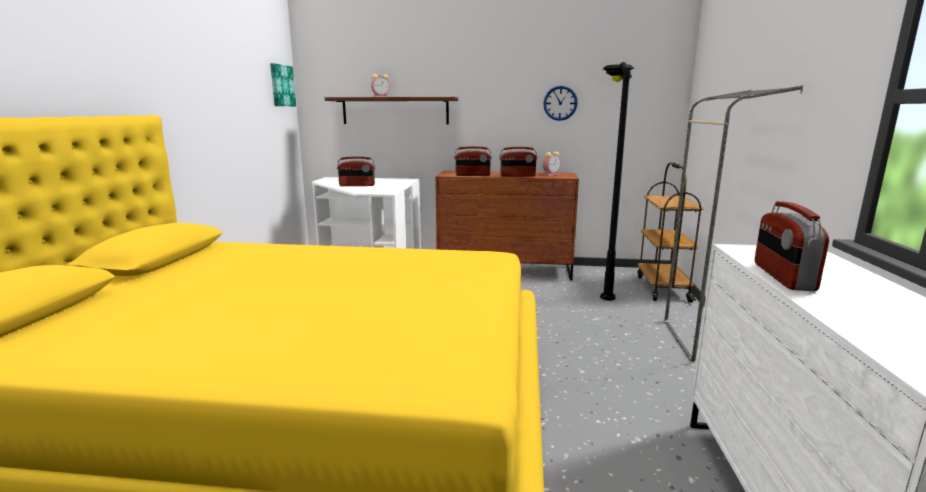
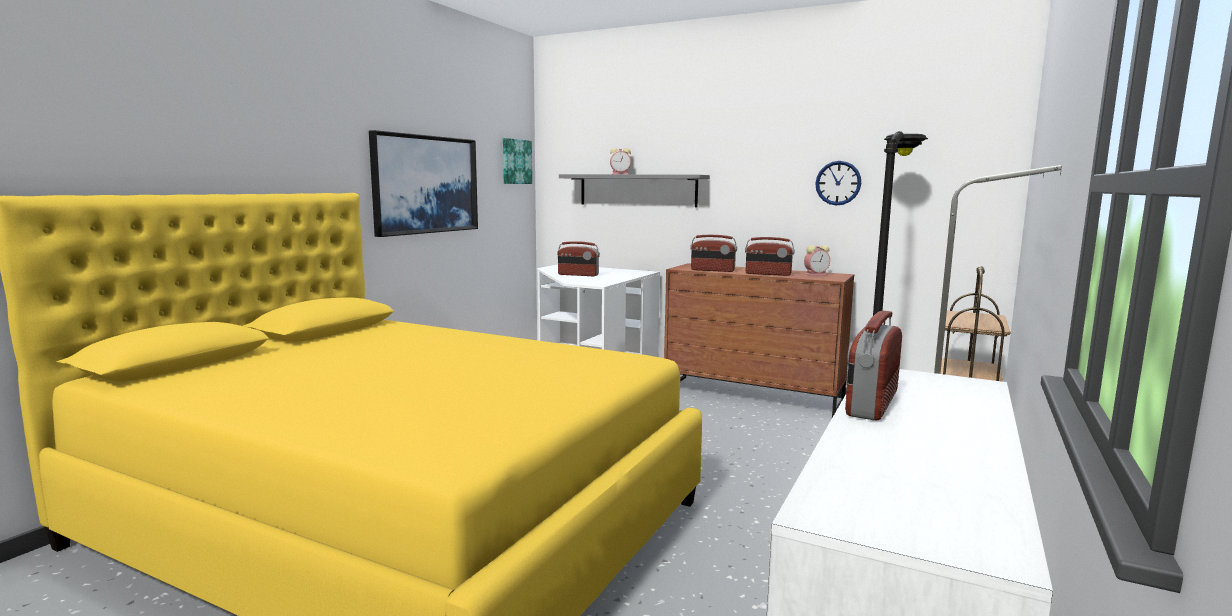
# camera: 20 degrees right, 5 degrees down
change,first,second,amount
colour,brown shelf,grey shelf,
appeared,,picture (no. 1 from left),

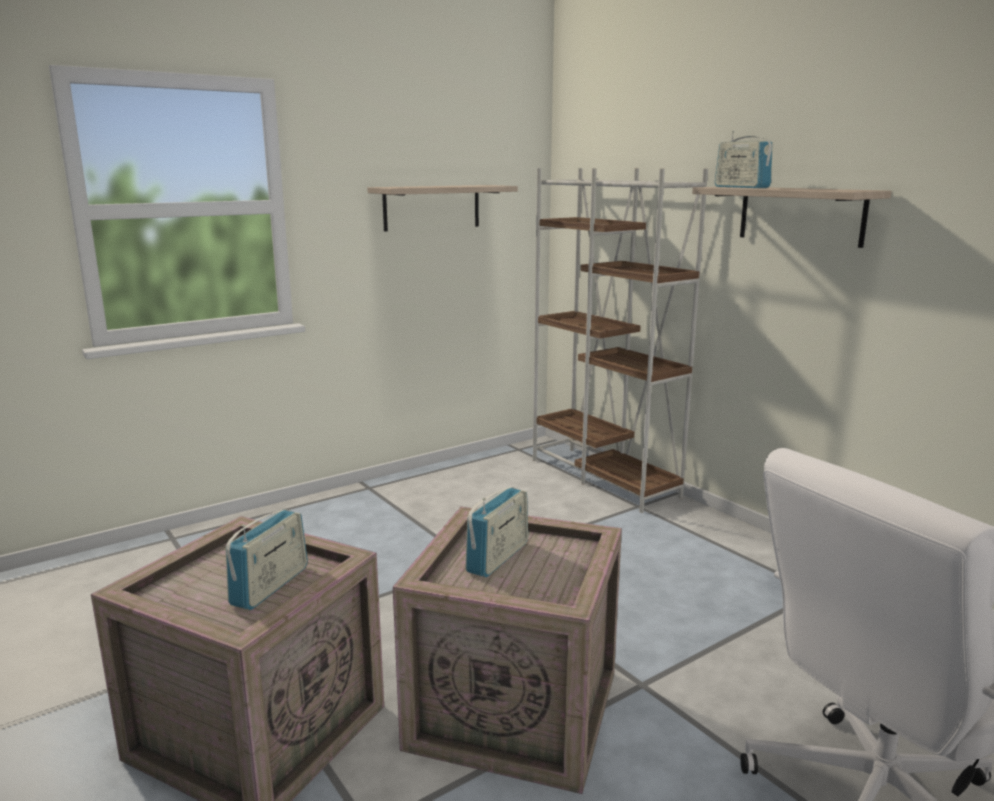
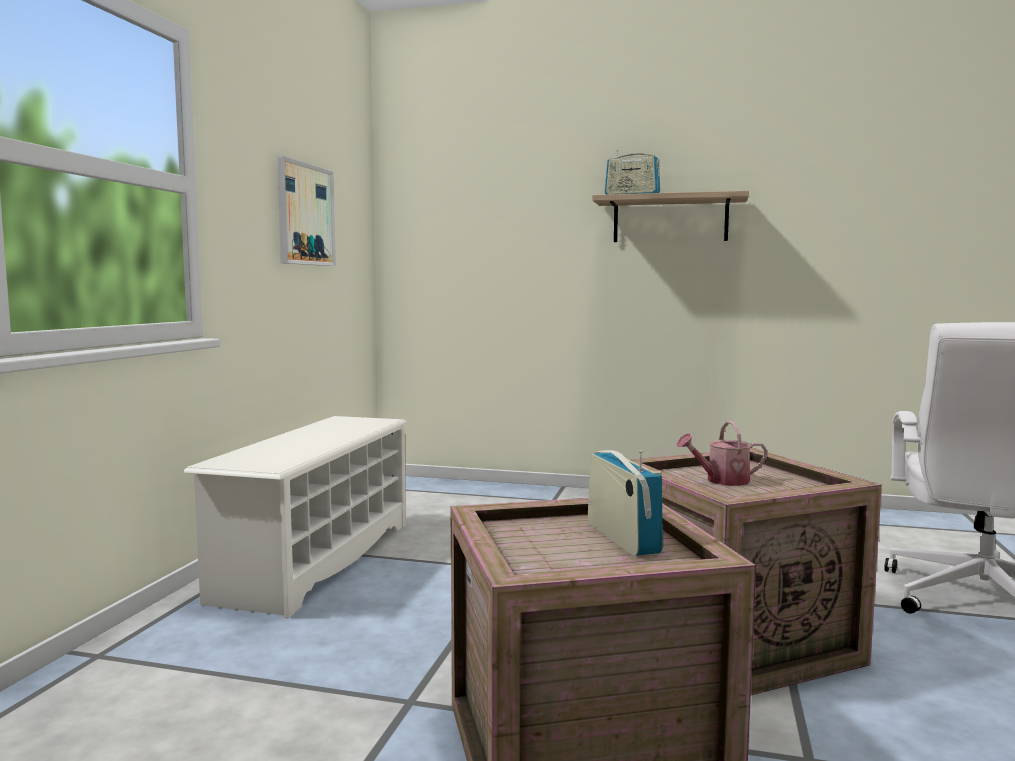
# camera: 40 degrees left, 10 degrees down
change,first,second,amount
exchanged,shelf (no. 1 from left),picture,
exchanged,radio (no. 2 from left),watering can,
missing,brown bookcase,,
appeared,,white shoe rack,

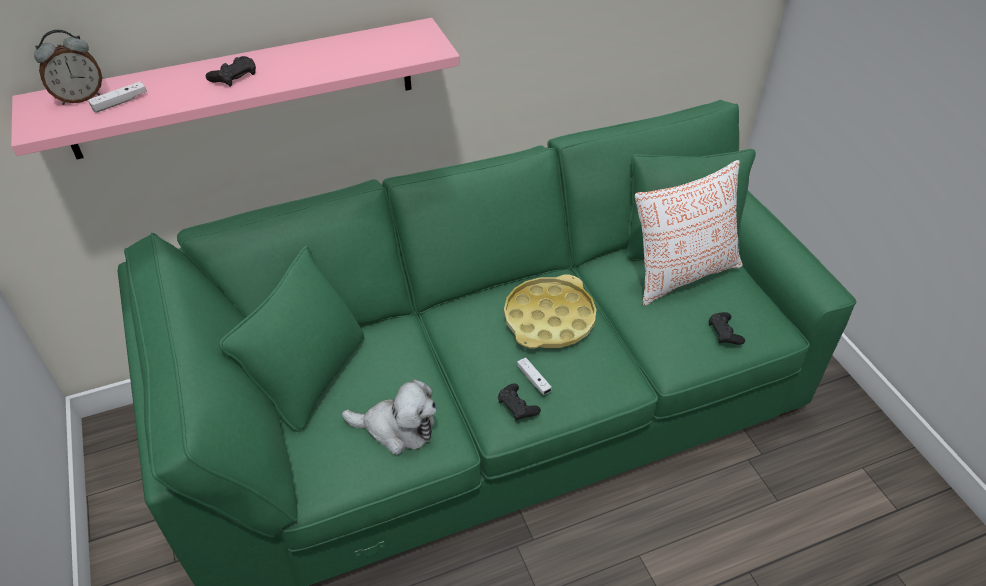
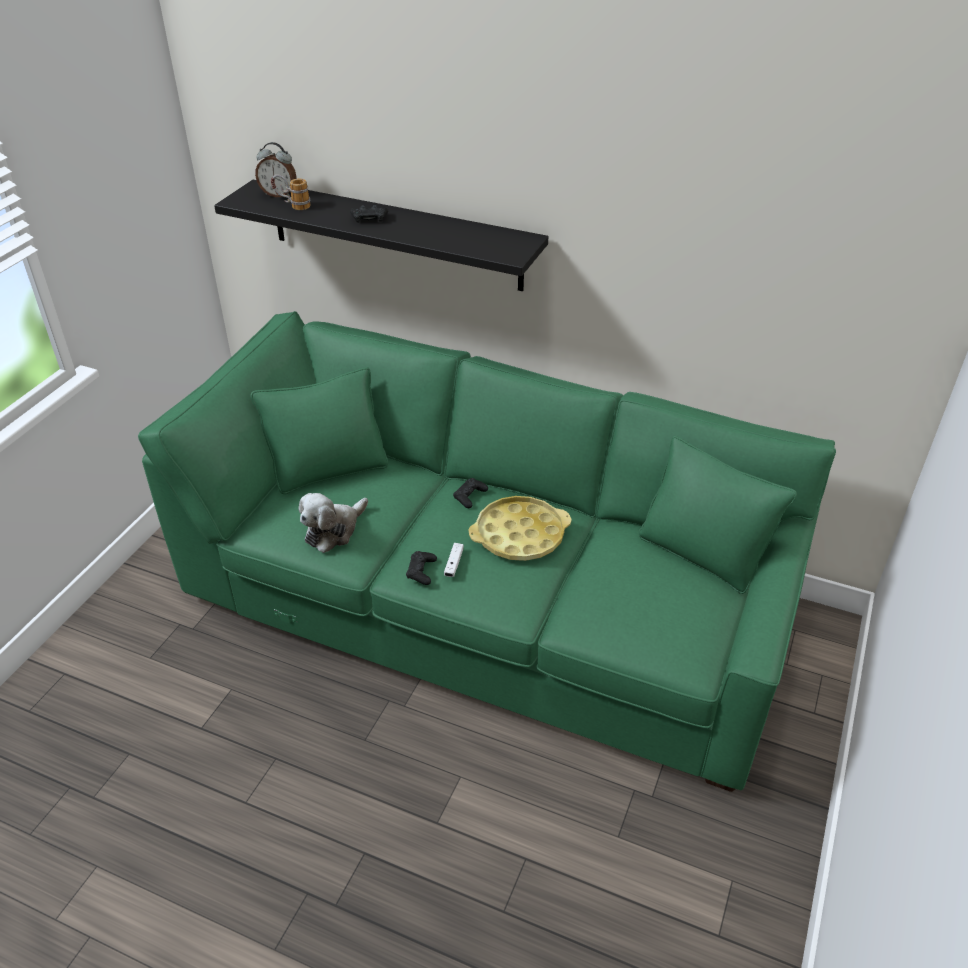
# camera: 45 degrees right, 5 degrees down
change,first,second,amount
colour,pink shelf,black shelf,
exchanged,white game controller (no. 1 from left),mug,
spun,plush toy,,75 degrees clockwise
missing,white pillow,,
relocated,black game controller (no. 3 from left),,

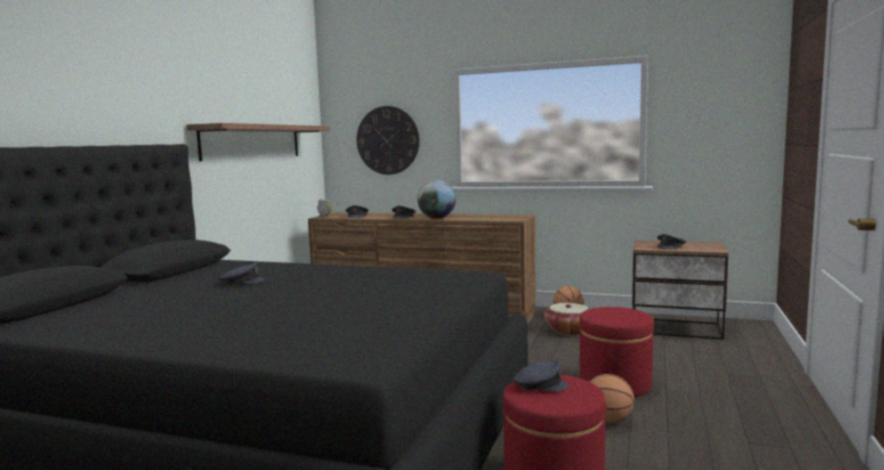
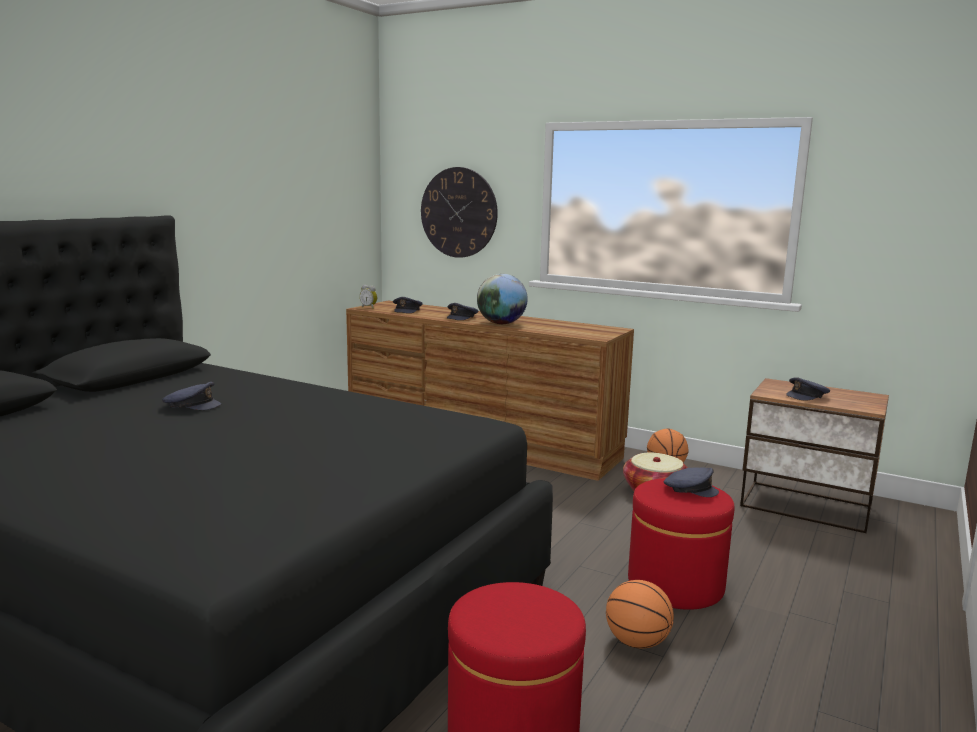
# camera: 10 degrees right, 5 degrees up
change,first,second,amount
missing,shelf,,
relocated,grey cap (no. 4 from left),,

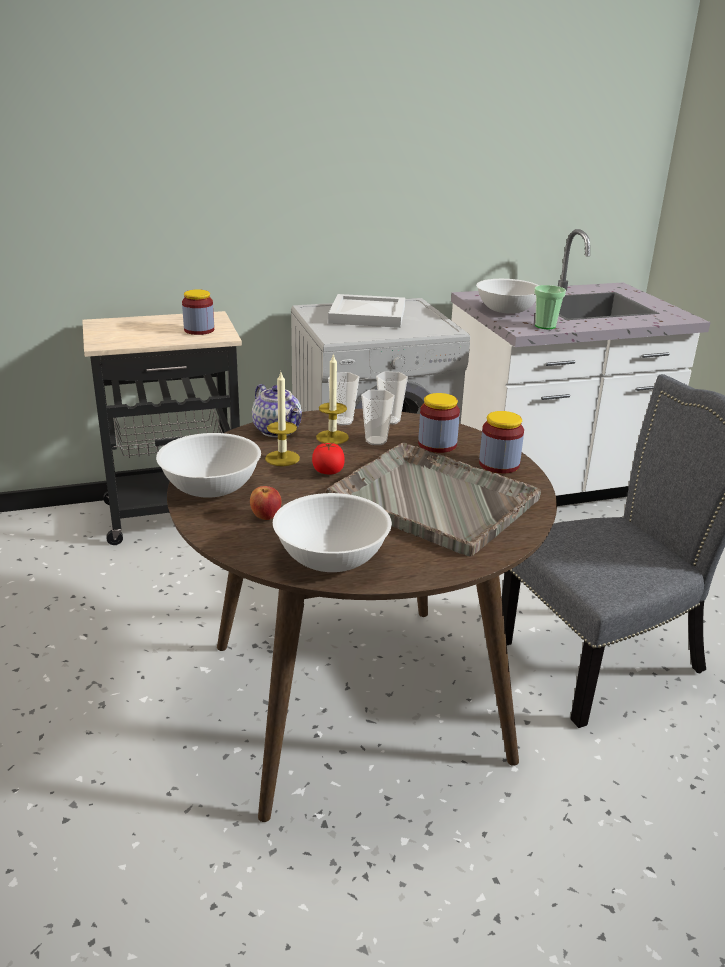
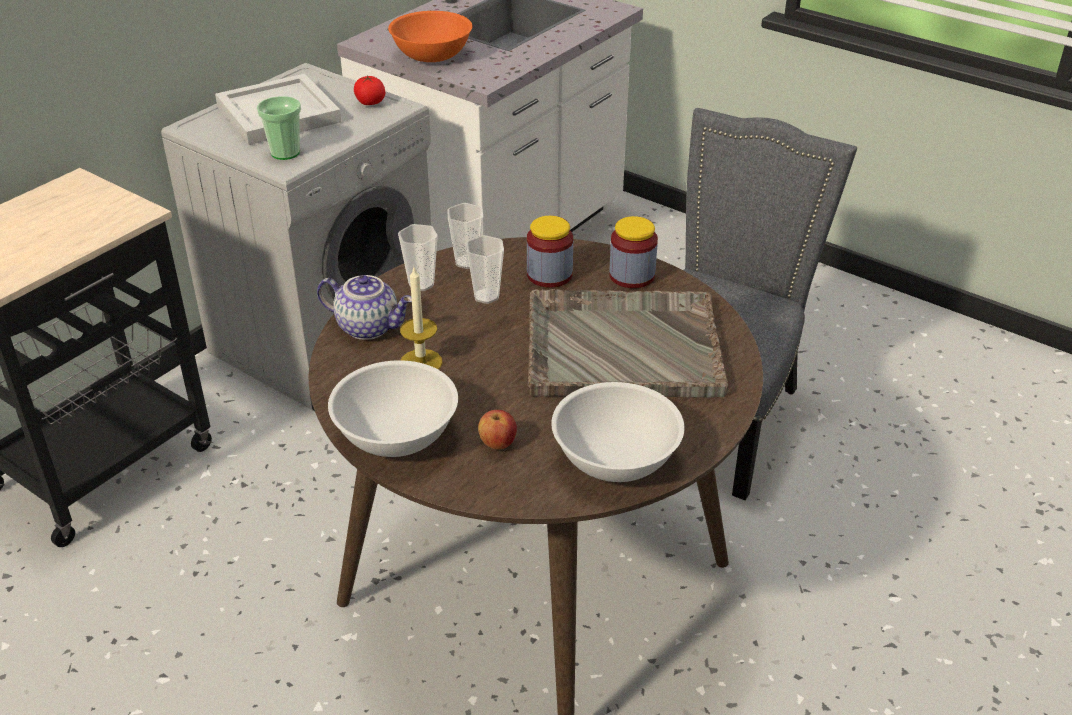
# camera: 35 degrees left, 10 degrees up
change,first,second,amount
missing,jar (no. 1 from left),,
relocated,tomato,,
missing,candle (no. 2 from left),,
colour,white bowl (no. 3 from left),orange bowl,
relocated,cup (no. 4 from left in the first image),cup (no. 1 from left),

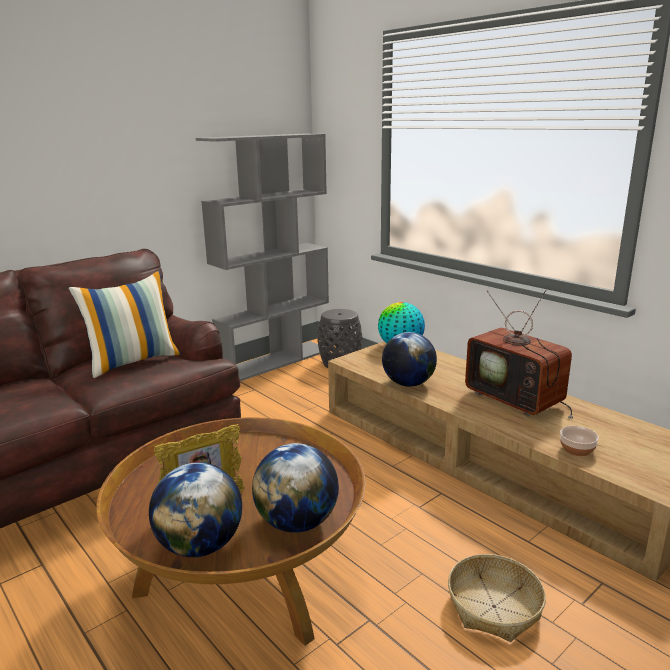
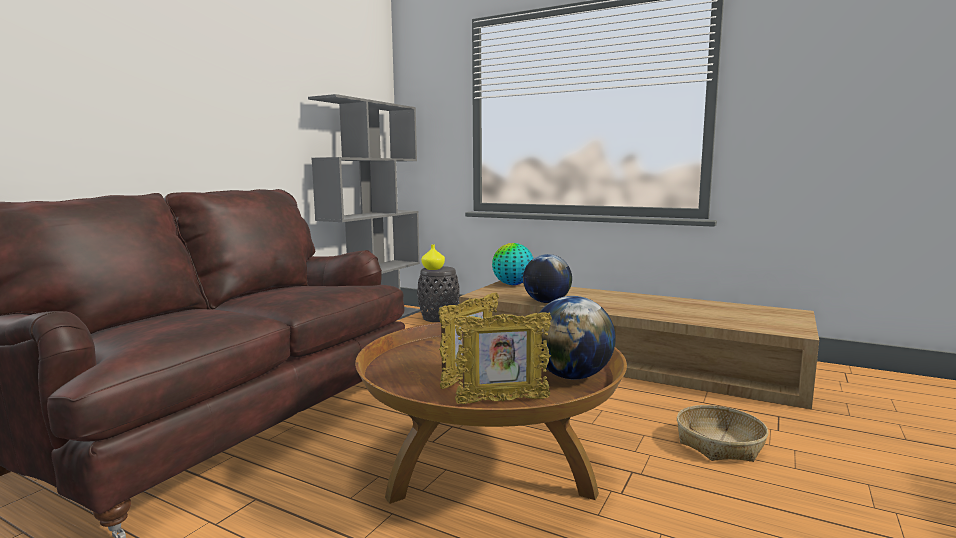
# camera: 20 degrees left, 10 degrees down
change,first,second,amount
missing,pillow,,
exchanged,globe (no. 1 from left),picture frame (no. 2 from left),
missing,television,,
missing,bowl,,
appeared,,yellow vase,

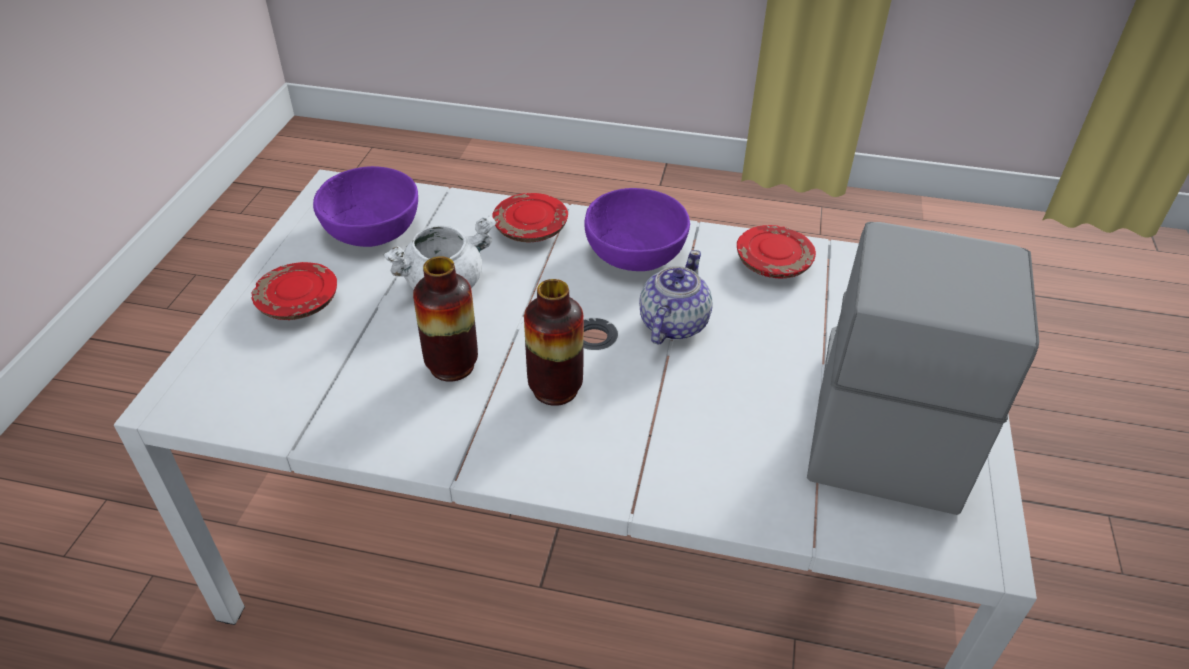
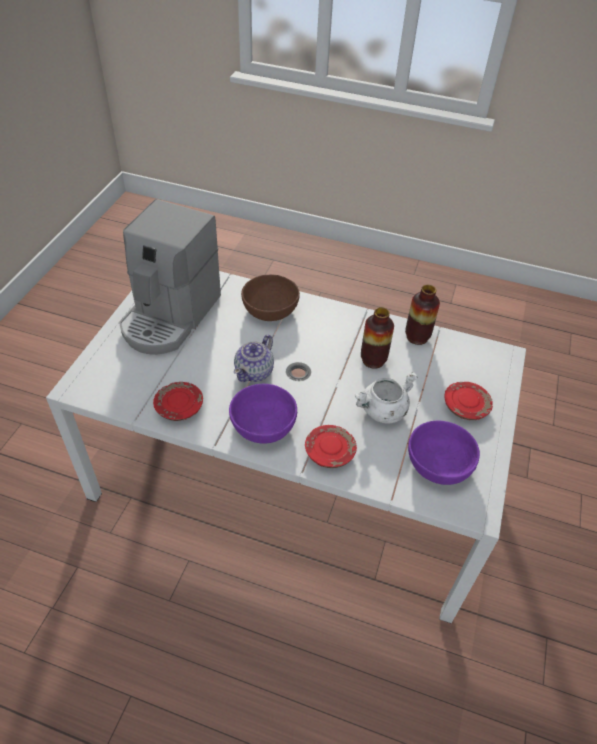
# camera: 175 degrees left, 5 degrees up
change,first,second,amount
relocated,vase (no. 2 from left),,
appeared,,brown bowl,

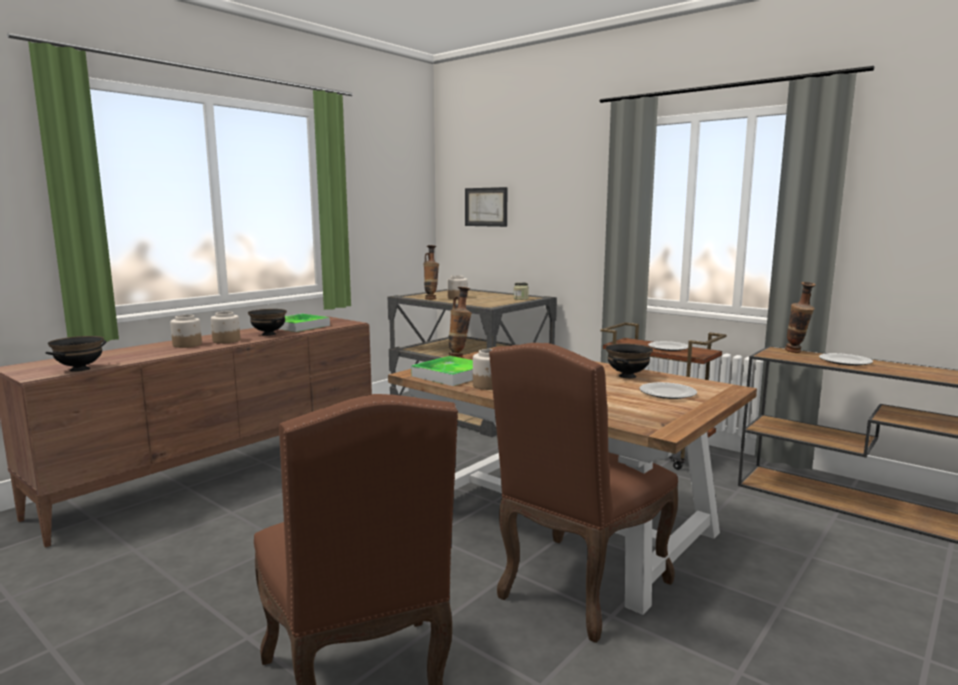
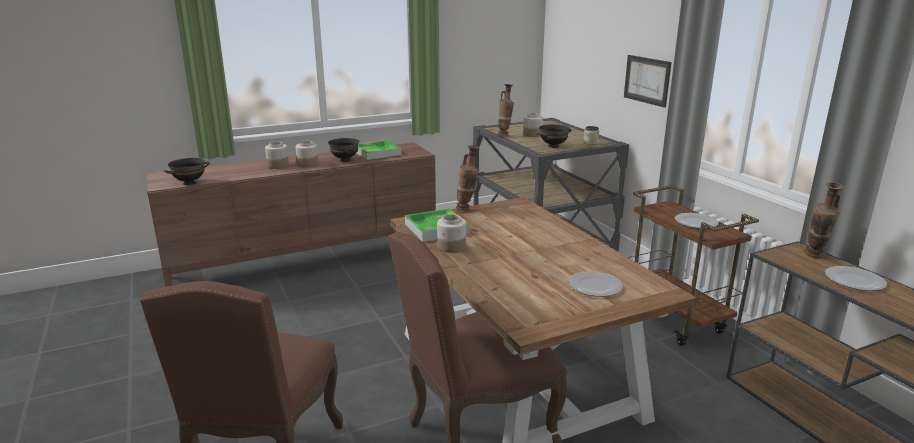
# camera: 25 degrees right, 10 degrees up
change,first,second,amount
relocated,picture,,
relocated,black bowl (no. 3 from left),,

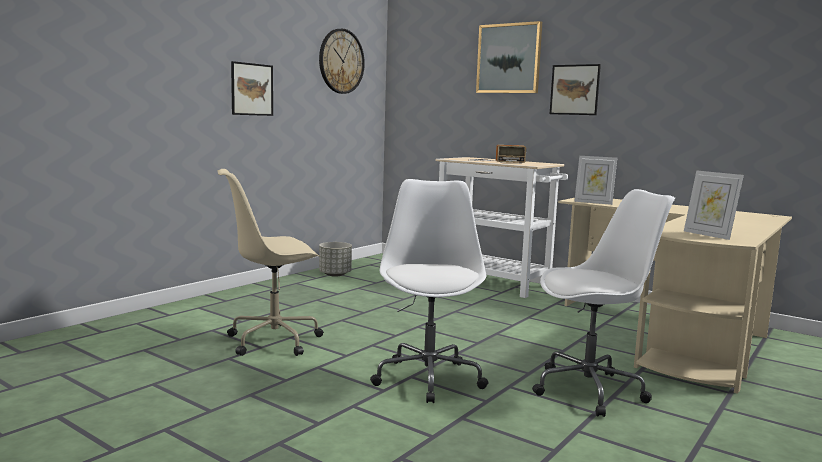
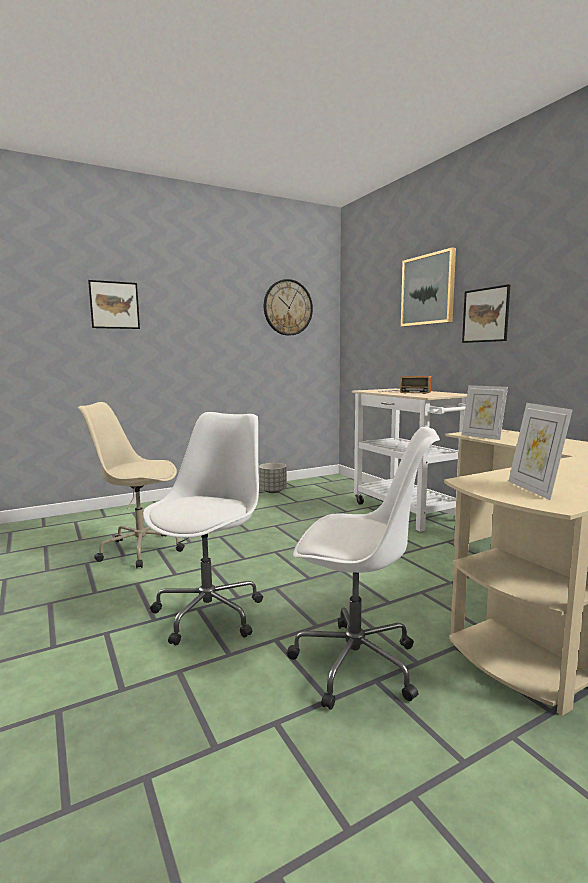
# camera: 25 degrees right, 0 degrees up
change,first,second,amount
relocated,picture (no. 1 from left),,

